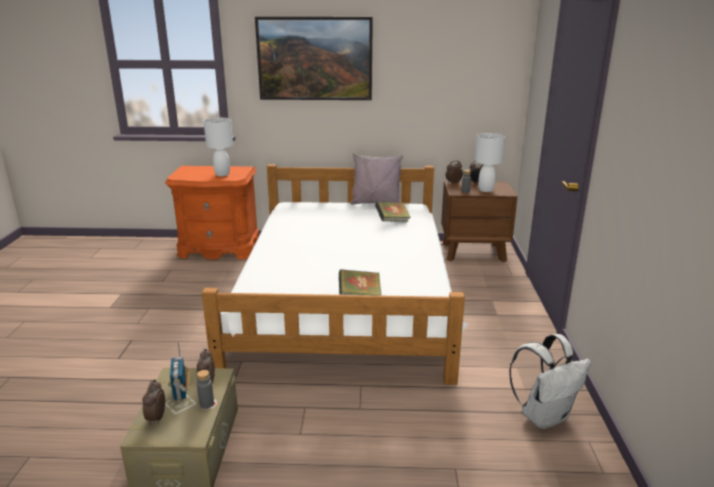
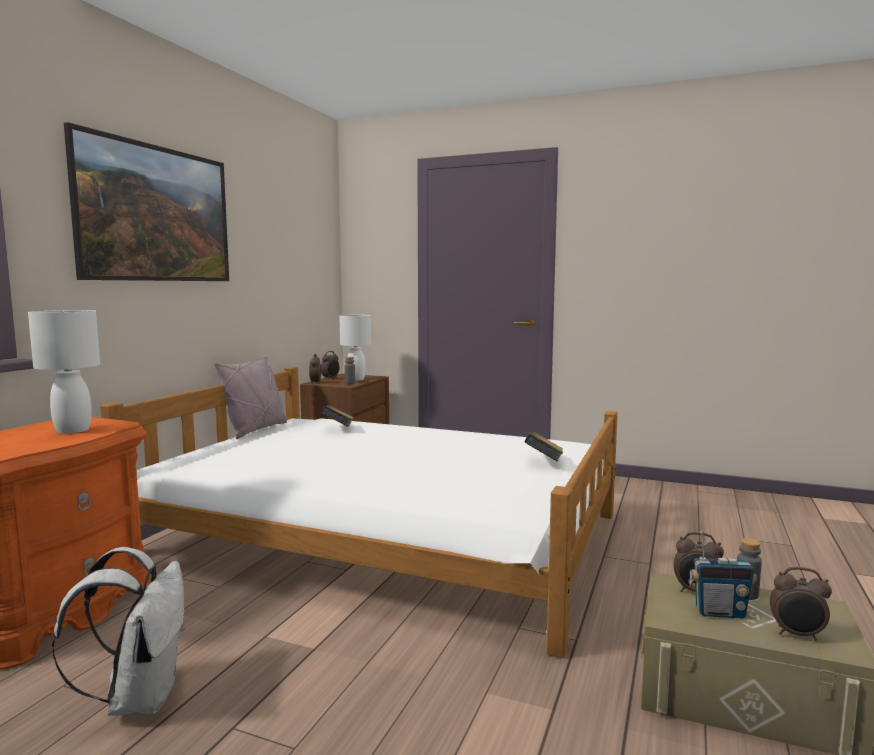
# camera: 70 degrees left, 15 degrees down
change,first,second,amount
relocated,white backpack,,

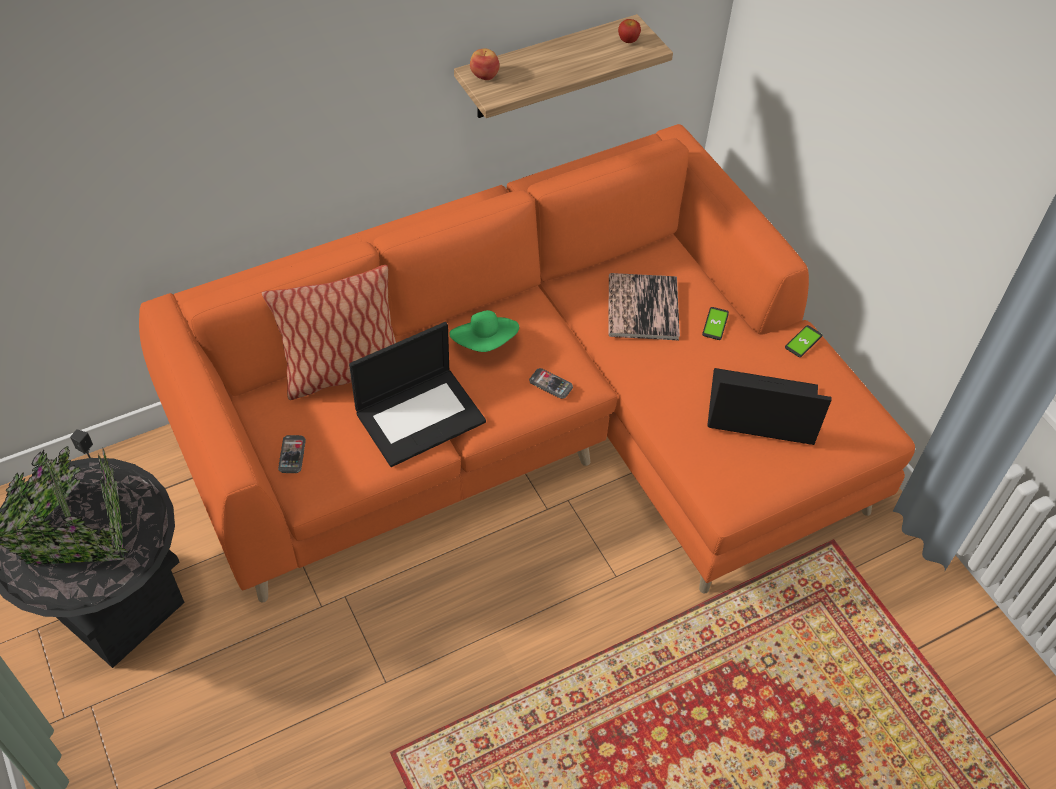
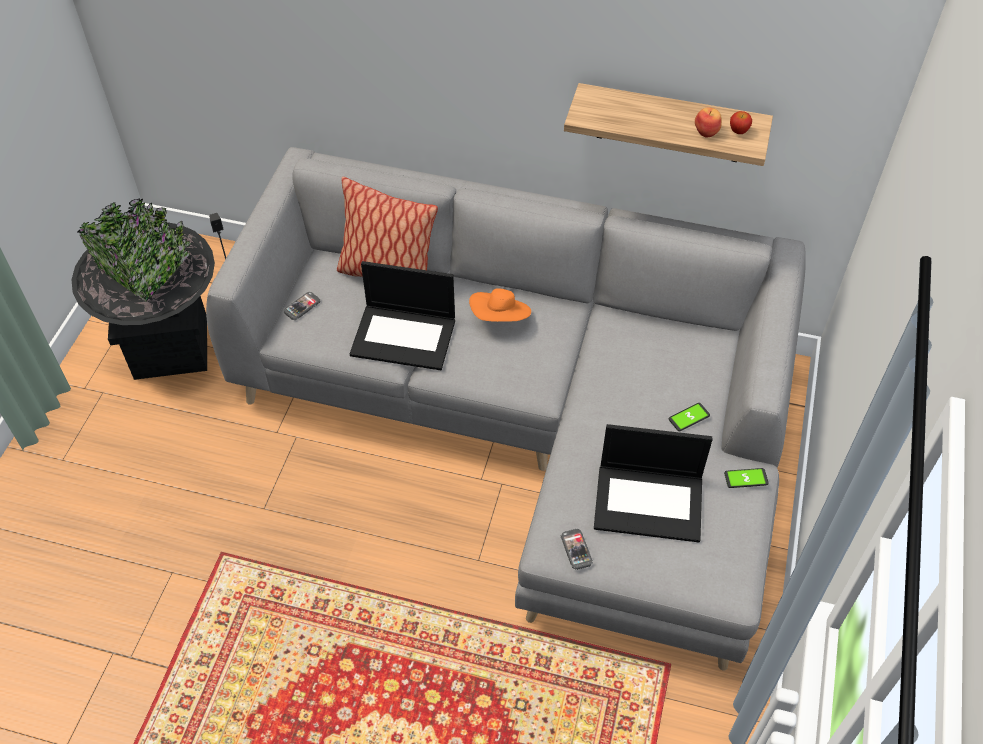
# camera: 45 degrees right, 0 degrees up
change,first,second,amount
colour,orange sofa,grey sofa,
colour,green hat,orange hat,
relocated,apple (no. 1 from left),,
relocated,phone (no. 2 from left),,
missing,book,,
spun,laptop (no. 2 from left),,135 degrees clockwise

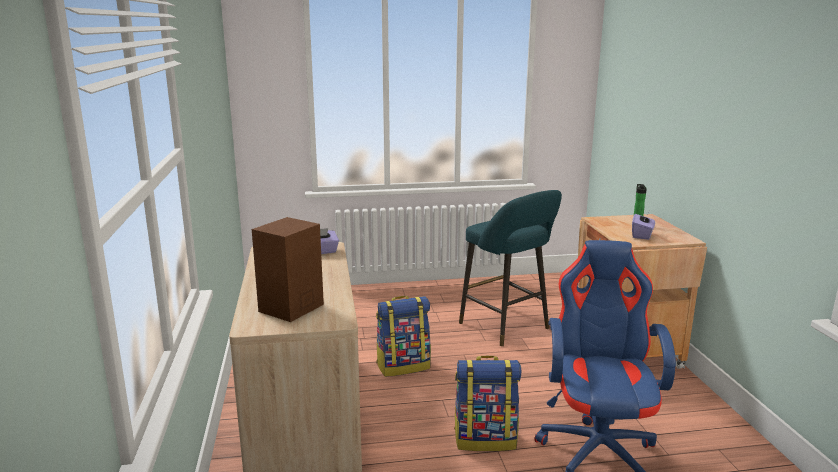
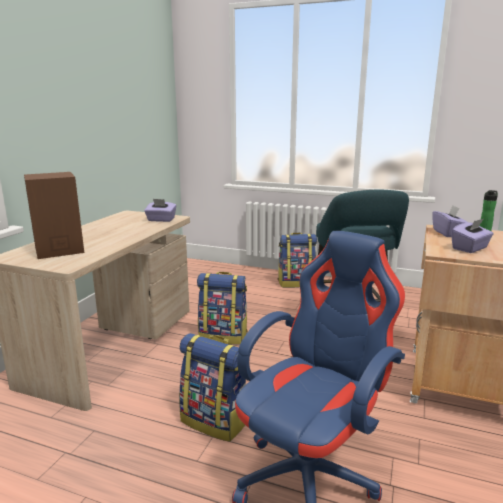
# camera: 30 degrees right, 0 degrees up
change,first,second,amount
appeared,,backpack (no. 3 from left),
appeared,,purple tissue box (no. 2 from left),

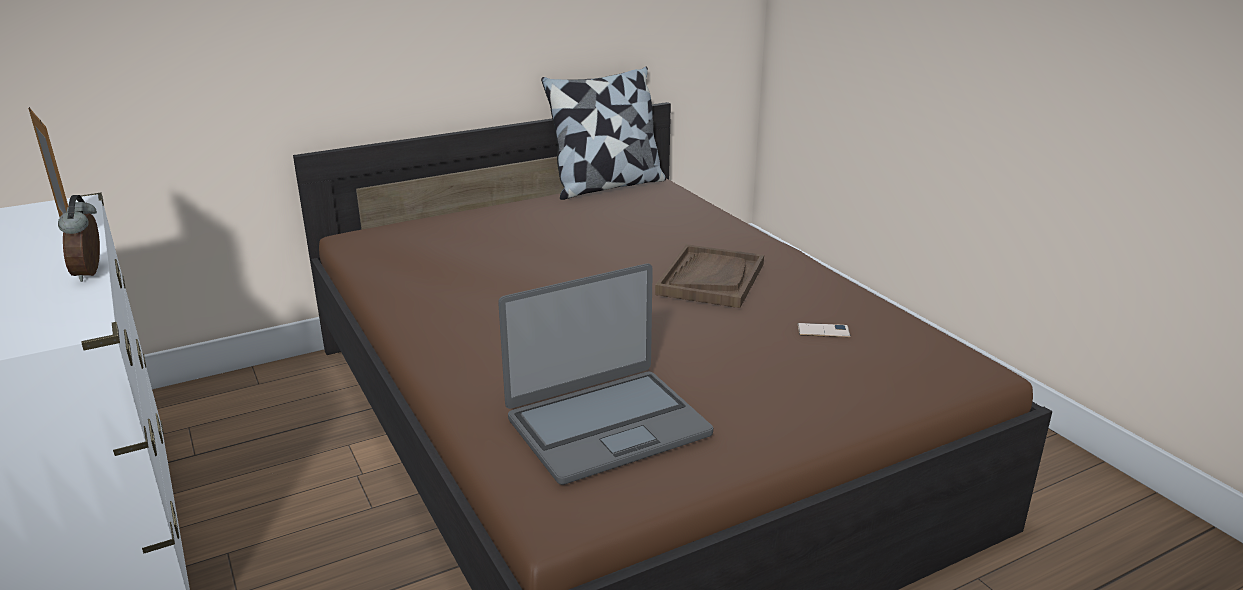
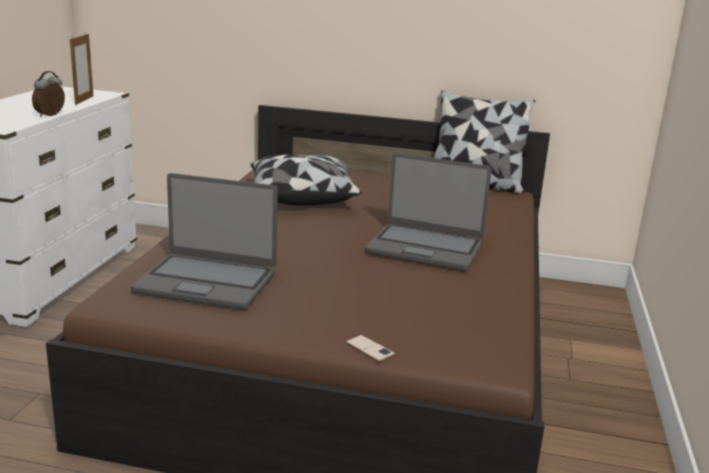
# camera: 40 degrees right, 5 degrees down
change,first,second,amount
exchanged,brown tray,laptop (no. 2 from left),
relocated,phone,,
appeared,,pillow (no. 1 from left),

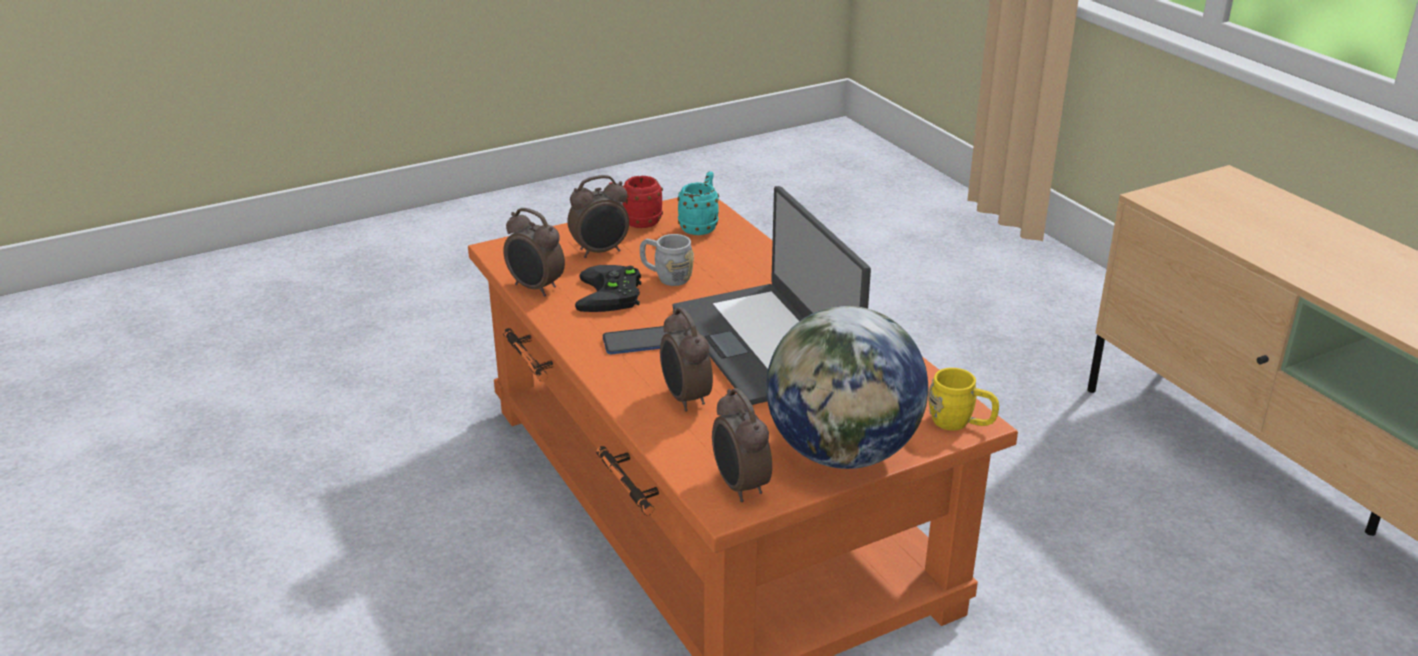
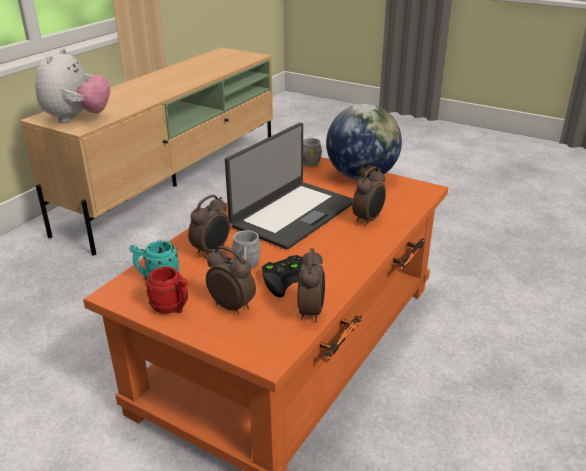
# camera: 120 degrees left, 0 degrees up
change,first,second,amount
missing,phone,,
relocated,alarm clock (no. 4 from left in the first image),alarm clock (no. 1 from left),
colour,yellow mug,grey mug (no. 2 from left),
appeared,,plush toy,

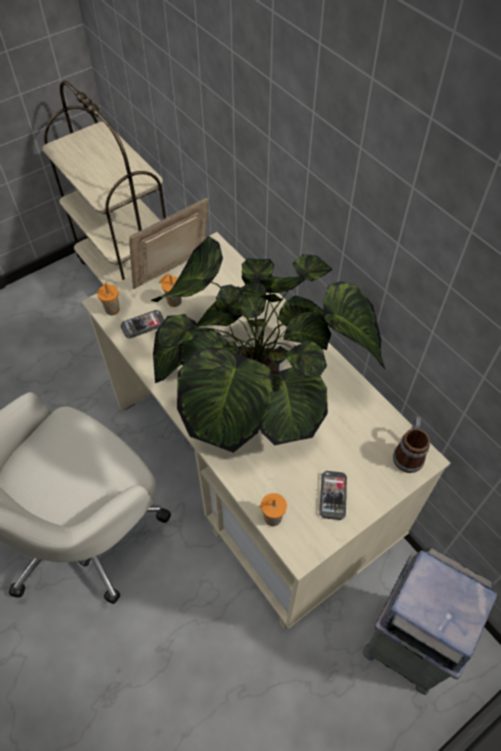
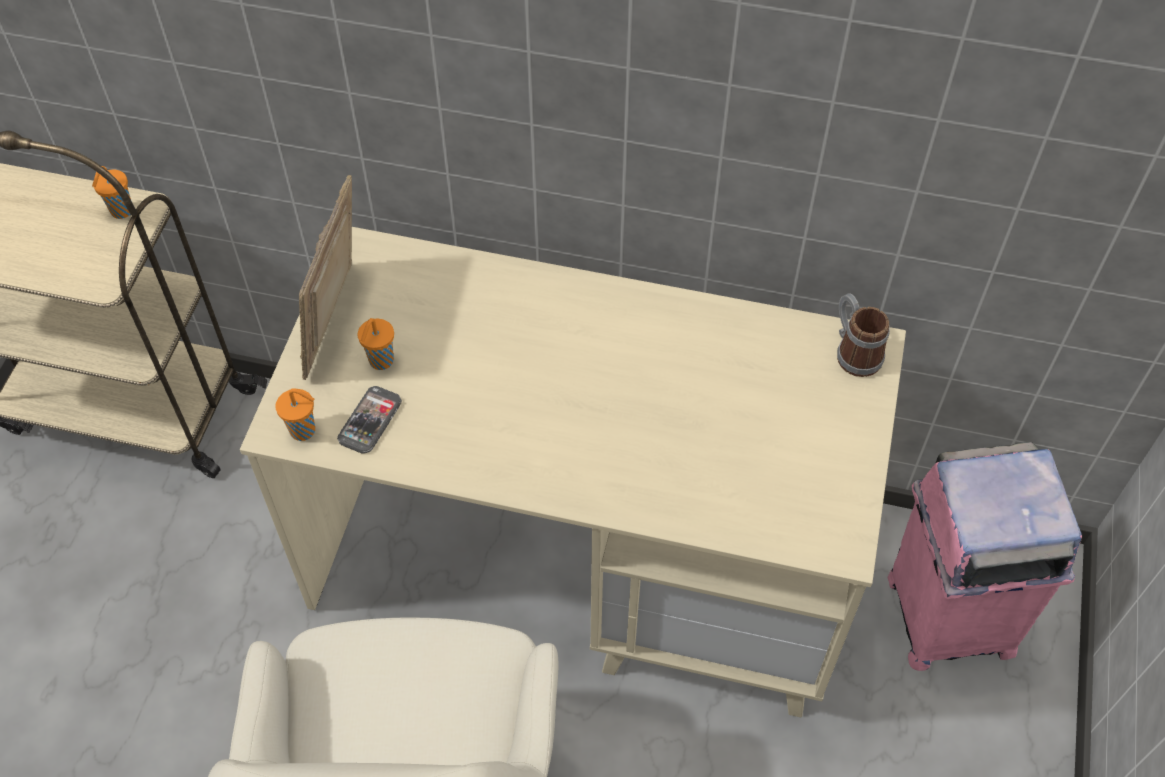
# camera: 40 degrees left, 0 degrees up
change,first,second,amount
missing,potted plant,,
relocated,orange cup (no. 3 from left in the first image),orange cup (no. 1 from left),
missing,phone (no. 2 from left),,
colour,grey trash can,pink trash can,

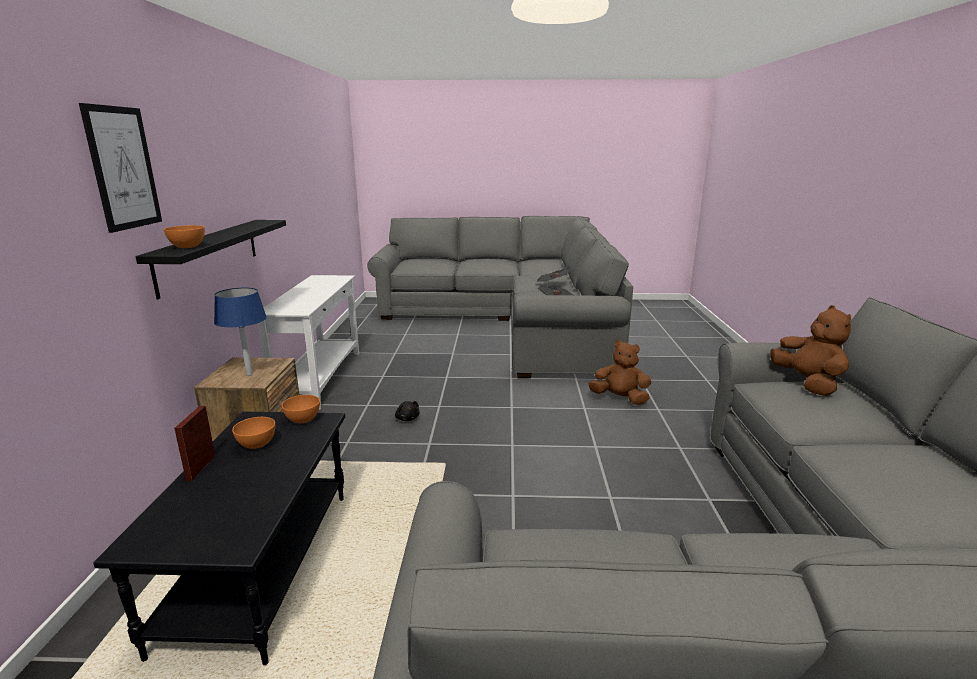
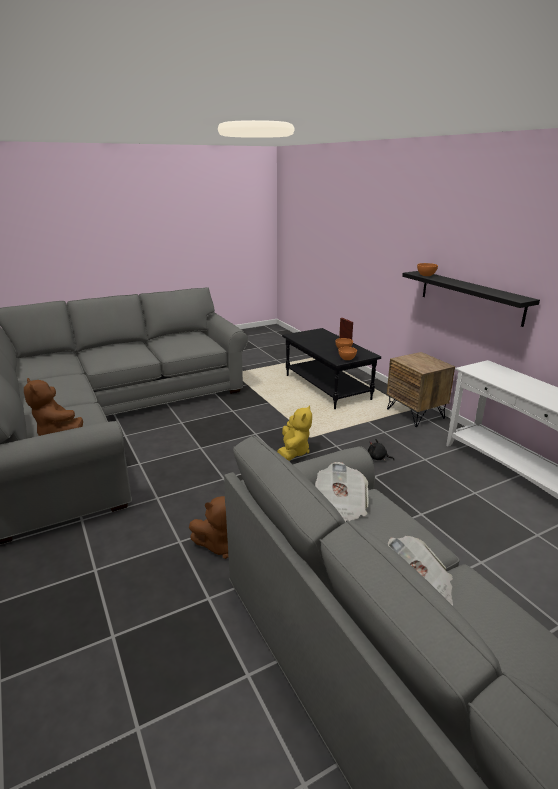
# camera: 150 degrees right, 5 degrees up
change,first,second,amount
missing,picture,,
missing,blue table lamp,,
appeared,,yellow plush toy,

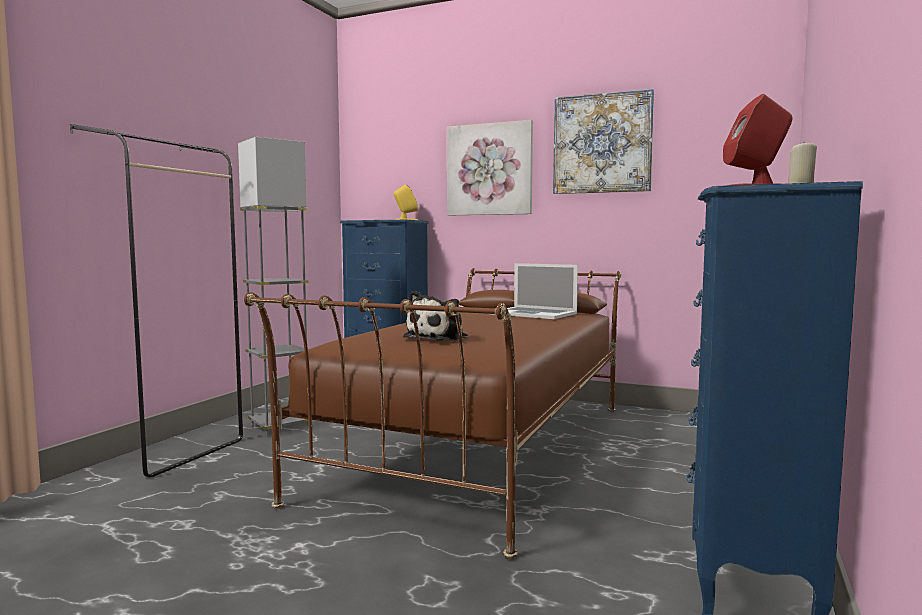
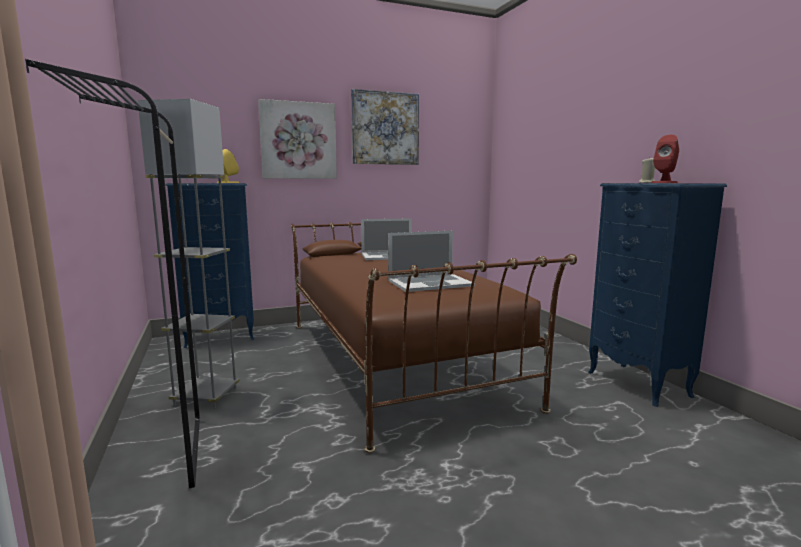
# camera: 45 degrees left, 5 degrees up
change,first,second,amount
exchanged,plush toy,laptop (no. 2 from left),

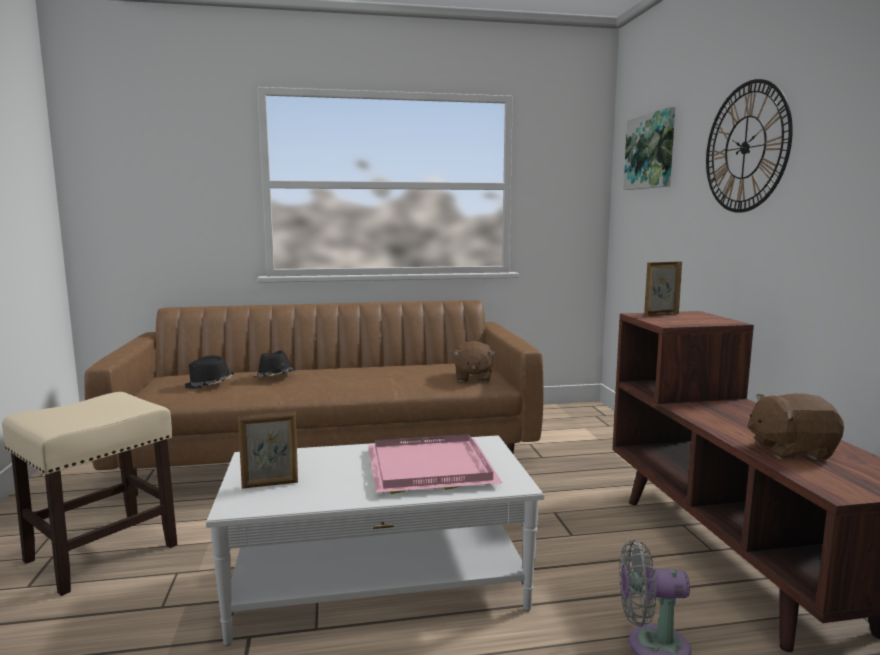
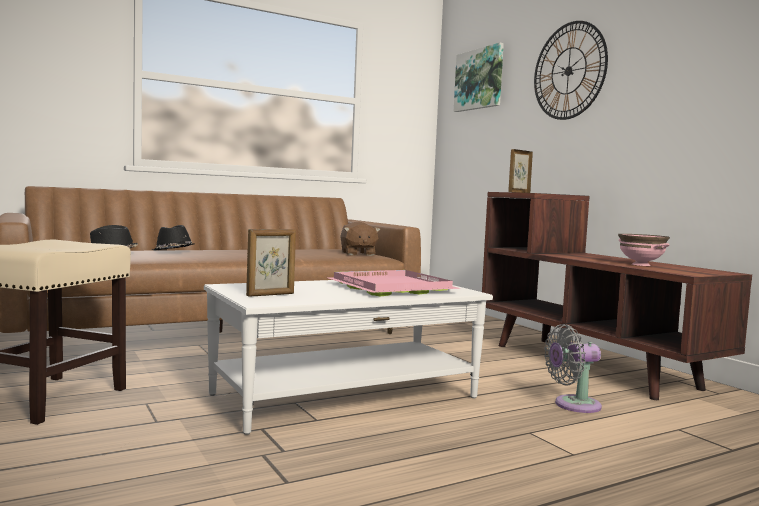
# camera: 20 degrees left, 5 degrees down
change,first,second,amount
exchanged,brown plush toy (no. 2 from left),pink bowl,

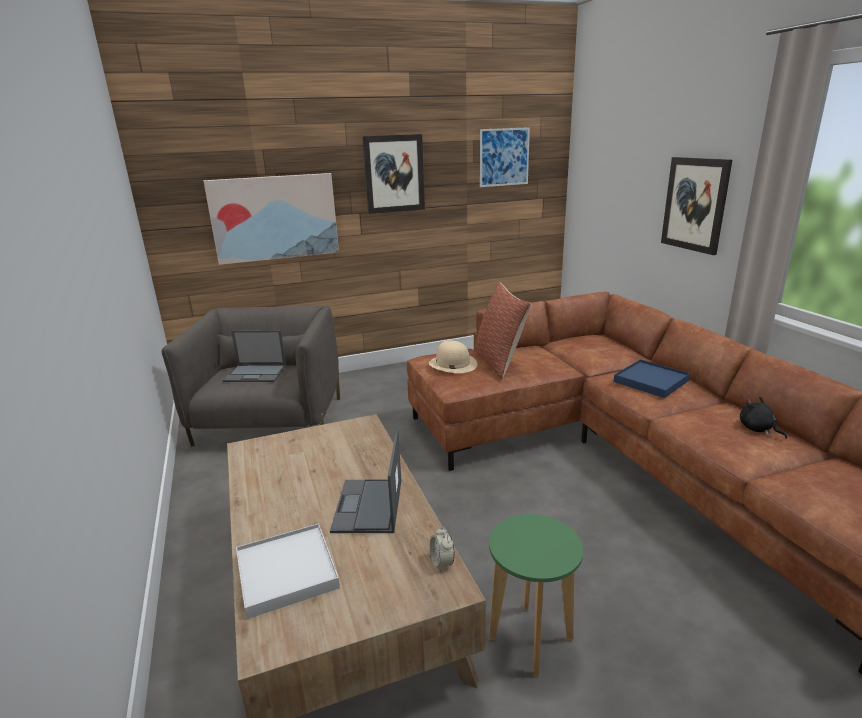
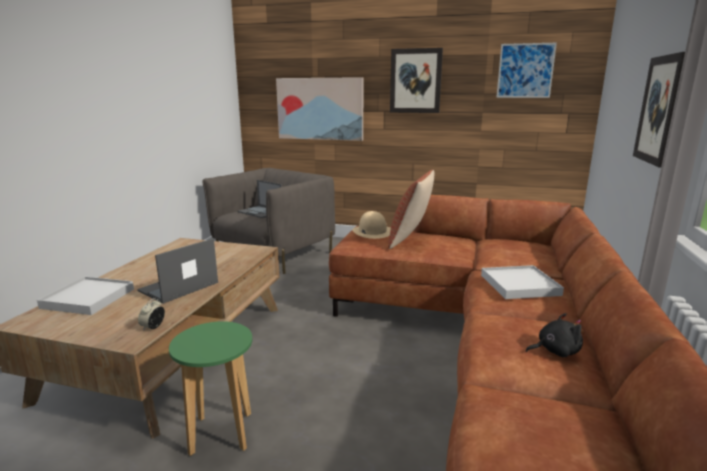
# camera: 35 degrees right, 5 degrees down
change,first,second,amount
colour,blue tray,white tray (no. 2 from left),
spun,black plush toy,,75 degrees clockwise

